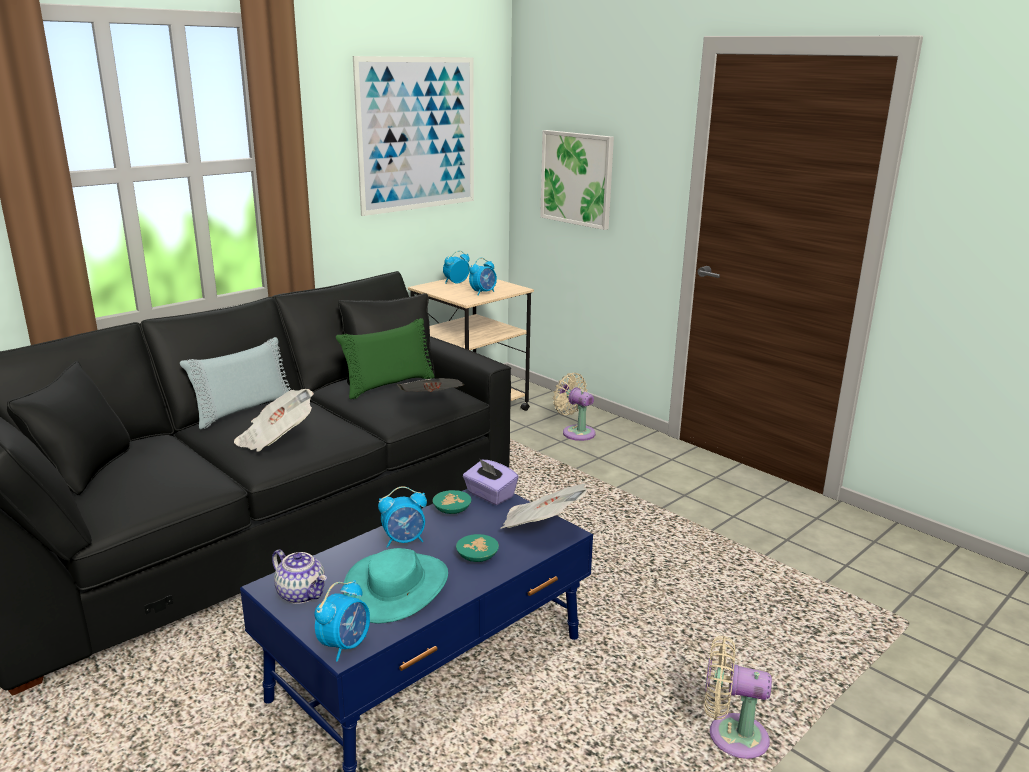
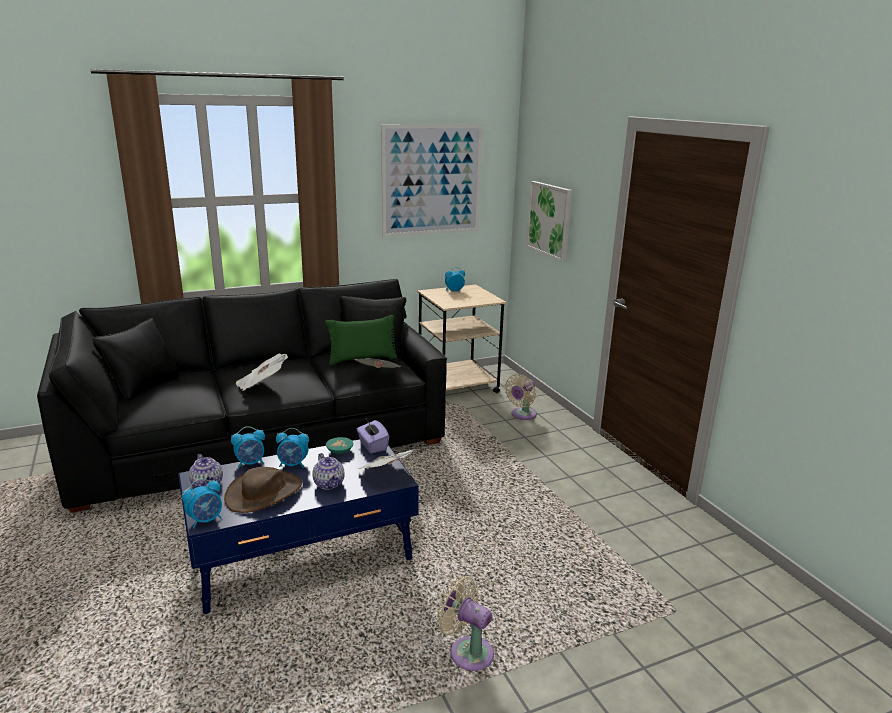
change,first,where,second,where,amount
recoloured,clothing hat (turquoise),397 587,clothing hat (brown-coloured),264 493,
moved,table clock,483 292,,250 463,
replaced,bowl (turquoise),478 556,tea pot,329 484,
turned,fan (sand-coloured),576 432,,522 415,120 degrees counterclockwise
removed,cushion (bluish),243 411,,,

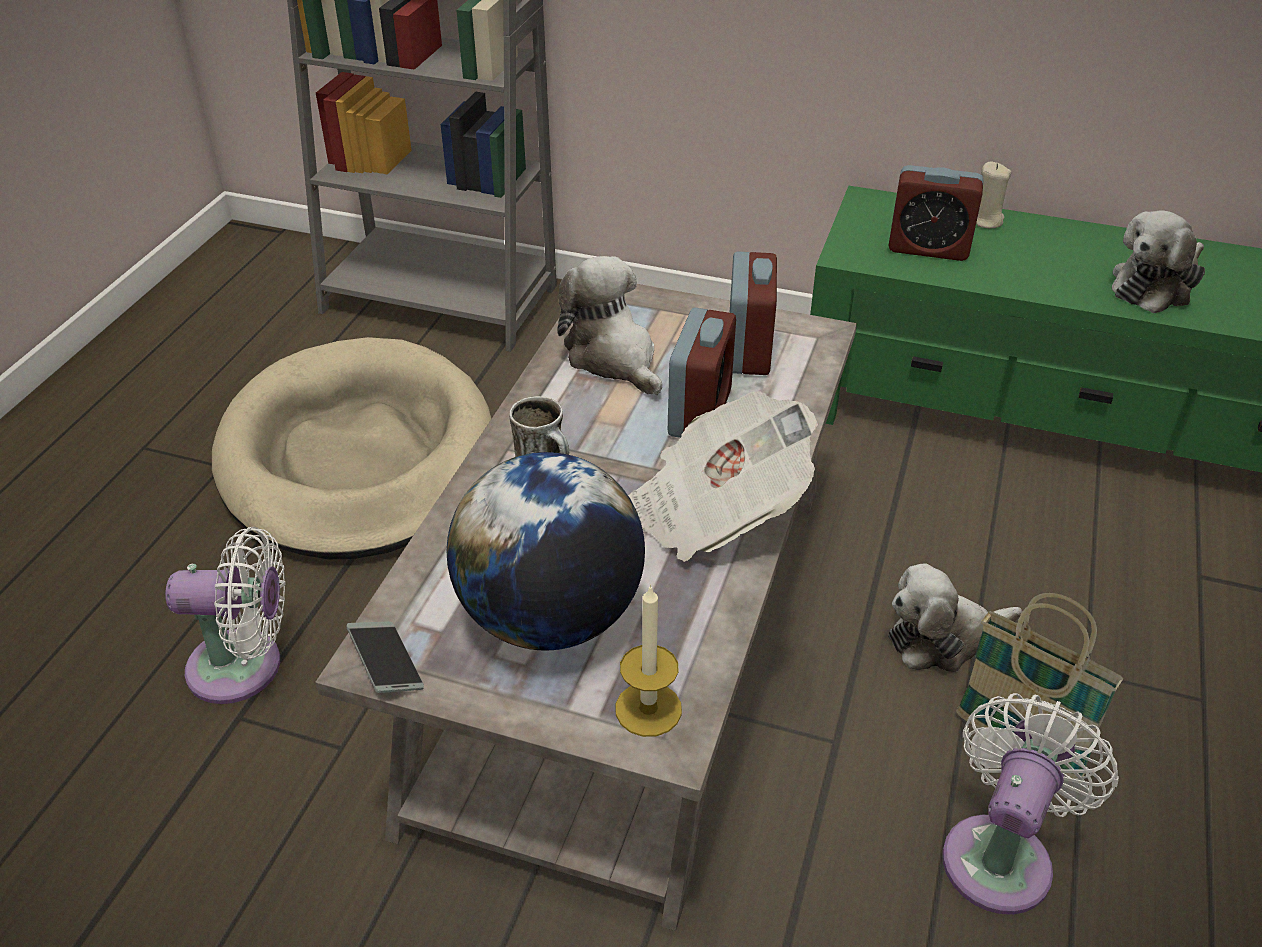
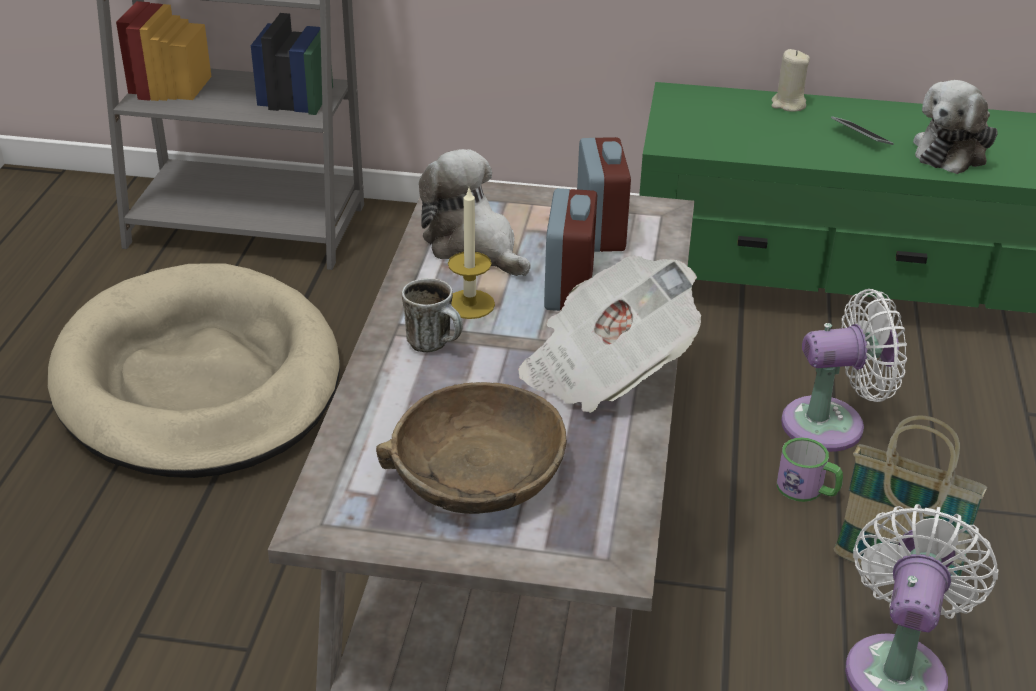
change,first,where,second,where,amount
replaced,desk globe,551 617,bowl (brown-coloured),477 472,
moved,wax light,648 709,,469 304,
replaced,soft toy,942 638,coffee mug,807 489,
moved,fan (whitish),245 667,,832 424,
moved,telephone,386 663,,860 137,
removed,table clock,928 248,,,

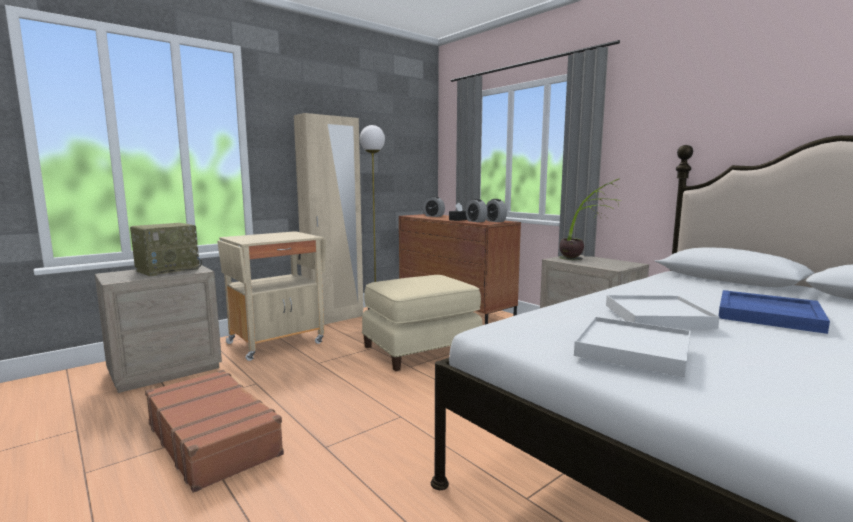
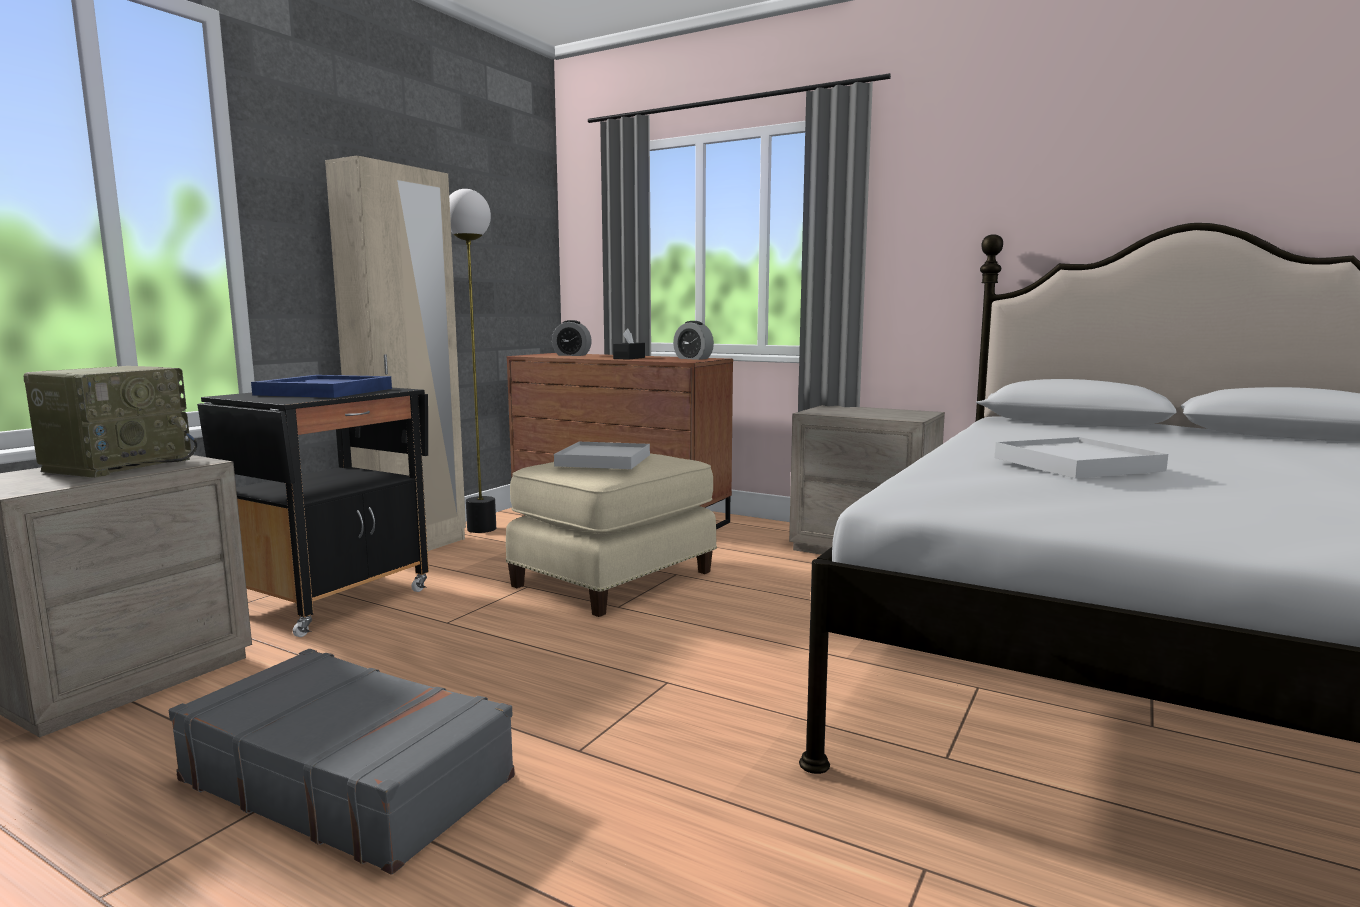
change,first,where,second,where,amount
recoloured,piece of luggage (brown-coloured),214 439,piece of luggage (grey),348 778,
recoloured,wheeled cart (sand-coloured),277 342,wheeled cart (black-coloured),333 599,
moved,carrying tray (bluish),769 314,,326 391,
moved,carrying tray (whitish),633 349,,603 460,
removed,table clock,476 221,,,
removed,houseplant,583 260,,,

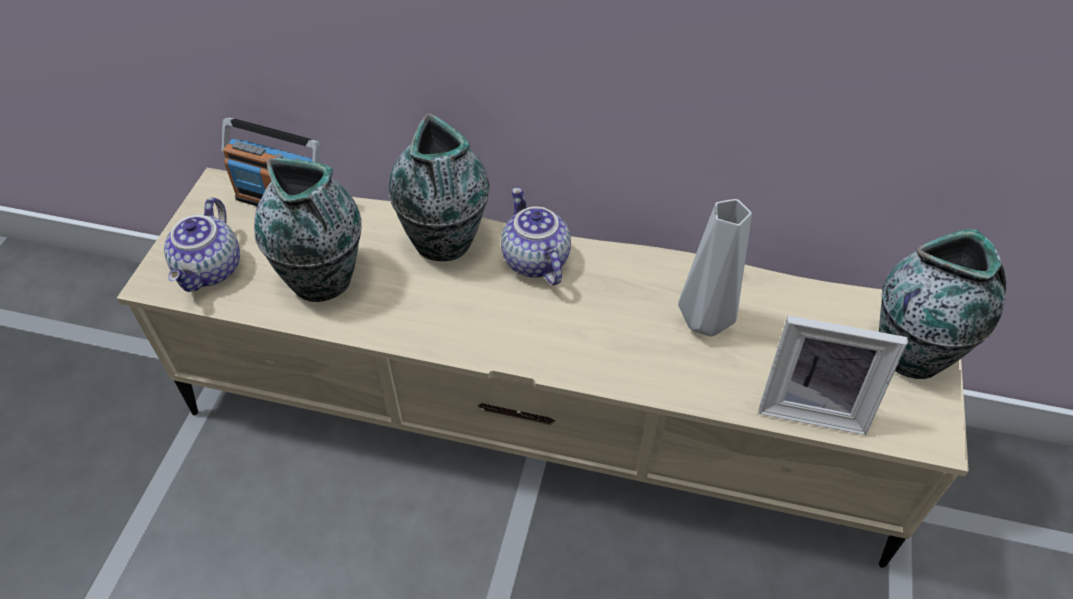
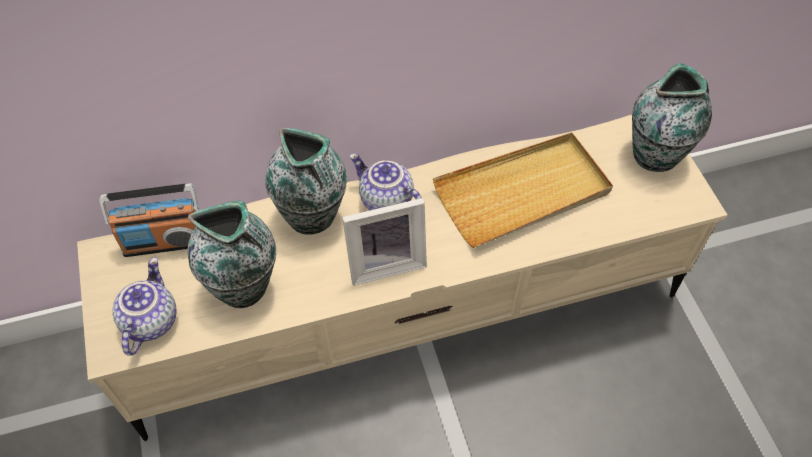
change,first,where,second,where,amount
turned,tea pot,211 270,,149 320,150 degrees counterclockwise
moved,picture frame,812 405,,385 262,
replaced,vase (grey),702 321,carrying tray (sand-coloured),523 193,

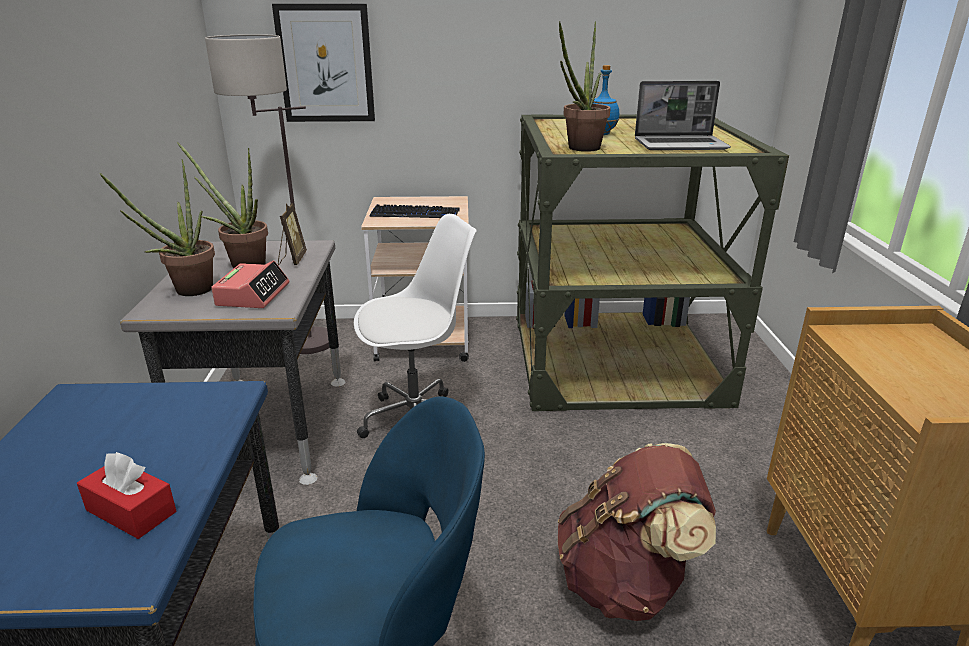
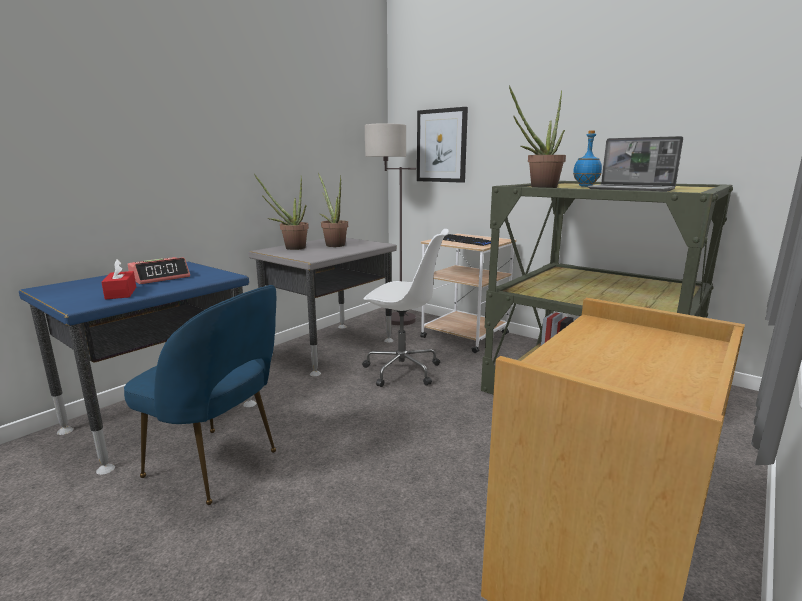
change,first,where,second,where,amount
moved,table clock,253 294,,160 278,
removed,picture frame,292 260,,,
removed,rucksack (brown-coloured),626 582,,,

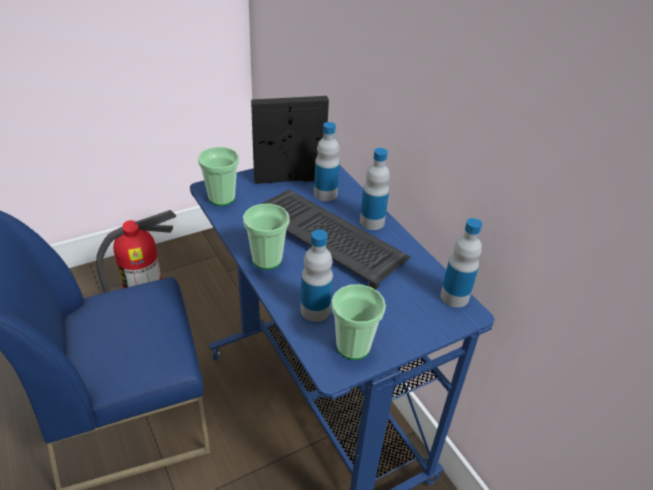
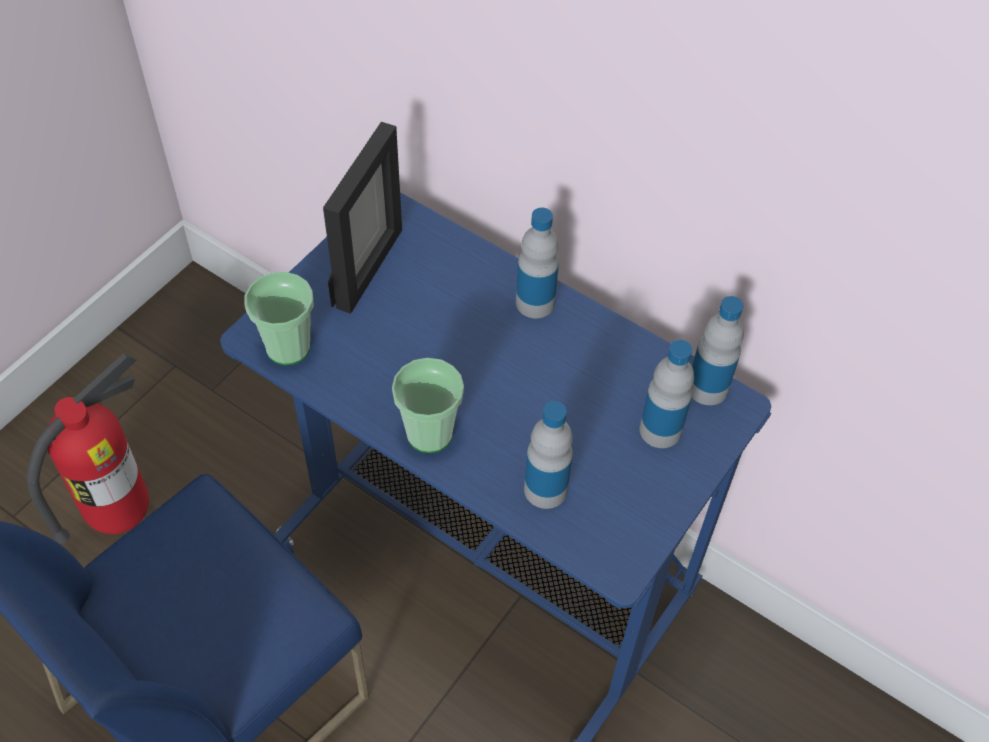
change,first,where,second,where,amount
turned,picture frame,289 179,,367 267,150 degrees clockwise
moved,bottle,325 194,,660 430,
removed,PC keyboard,330 237,,,
removed,cup,353 346,,,

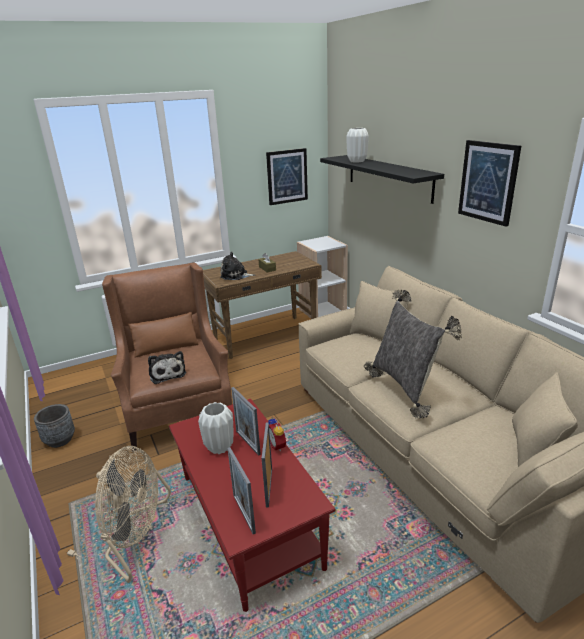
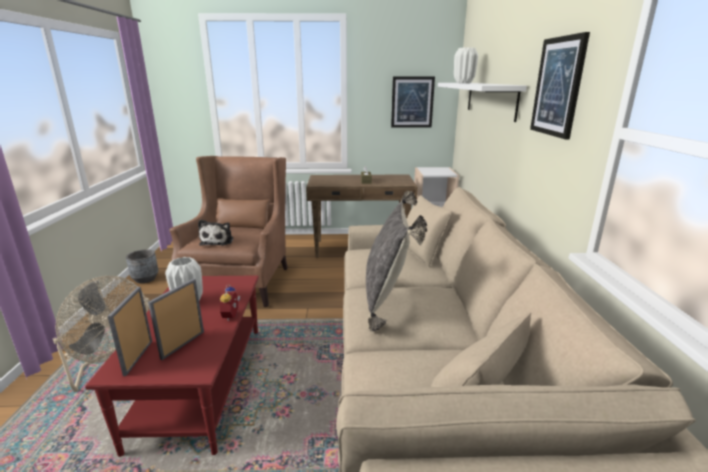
change,first,where,second,where,amount
recoloured,shelf (black-coloured),388 177,shelf (whitish),490 99,
removed,soft toy,235 275,,,
removed,picture frame,248 442,,,

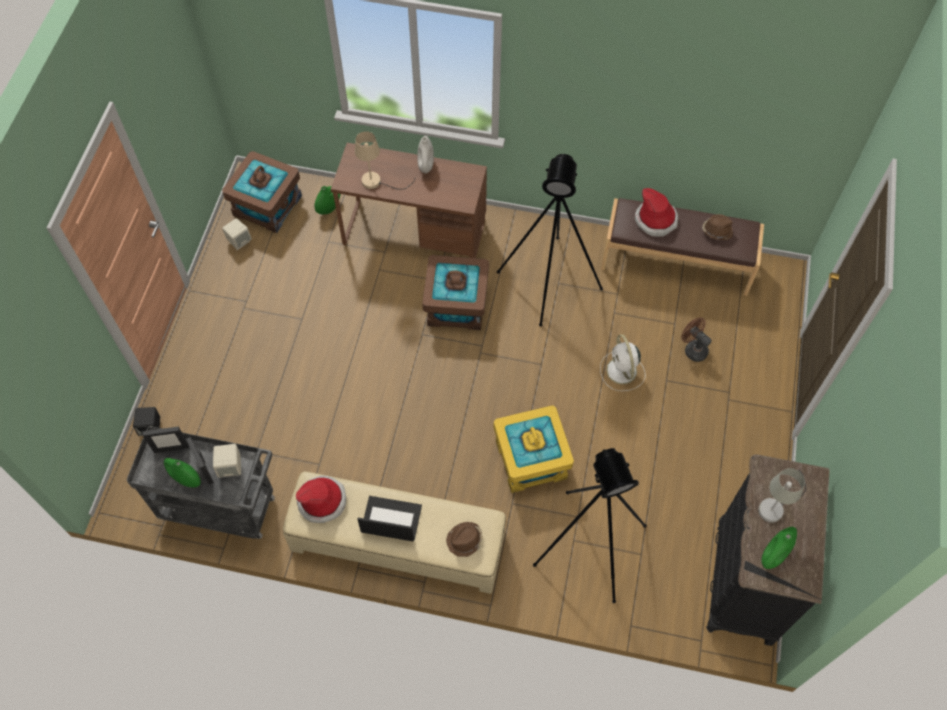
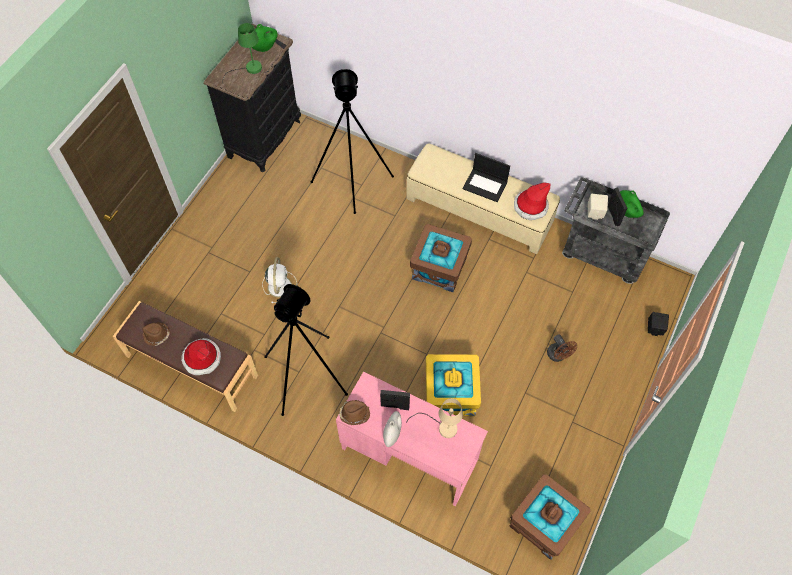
change,first,where,second,where,amount
recoloured,tabletop lamp (grey),776 506,tabletop lamp (green),249 69,
recoloured,desk (brown-coloured),414 234,desk (pink-coloured),409 453,
moved,clothing hat (brown-coloured),465 540,,354 413,
moved,picture frame,171 447,,395 406,
moved,storage bin (brown-coloured),456 305,,439 267,
moved,storage bin (yellow),530 460,,451 393,
moved,fan (brown-coloured),693 349,,558 356,
removed,audio speaker (sand-coloured),239 241,,,
removed,vase (green),329 208,,,

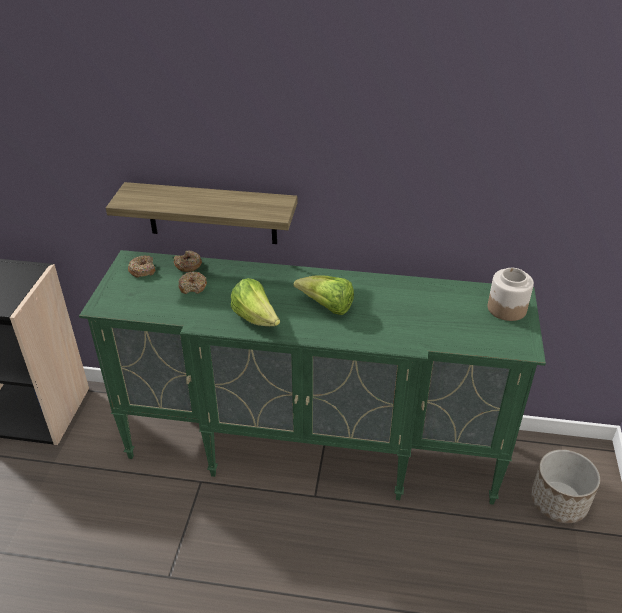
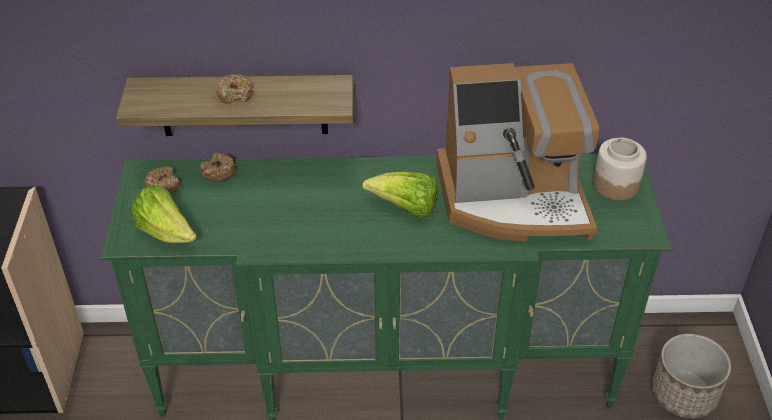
change,first,where,second,where,amount
moved,lettuce,256 318,,166 232,
moved,doughnut,193 287,,235 94,
added,,,coffee brewer,514 199,

